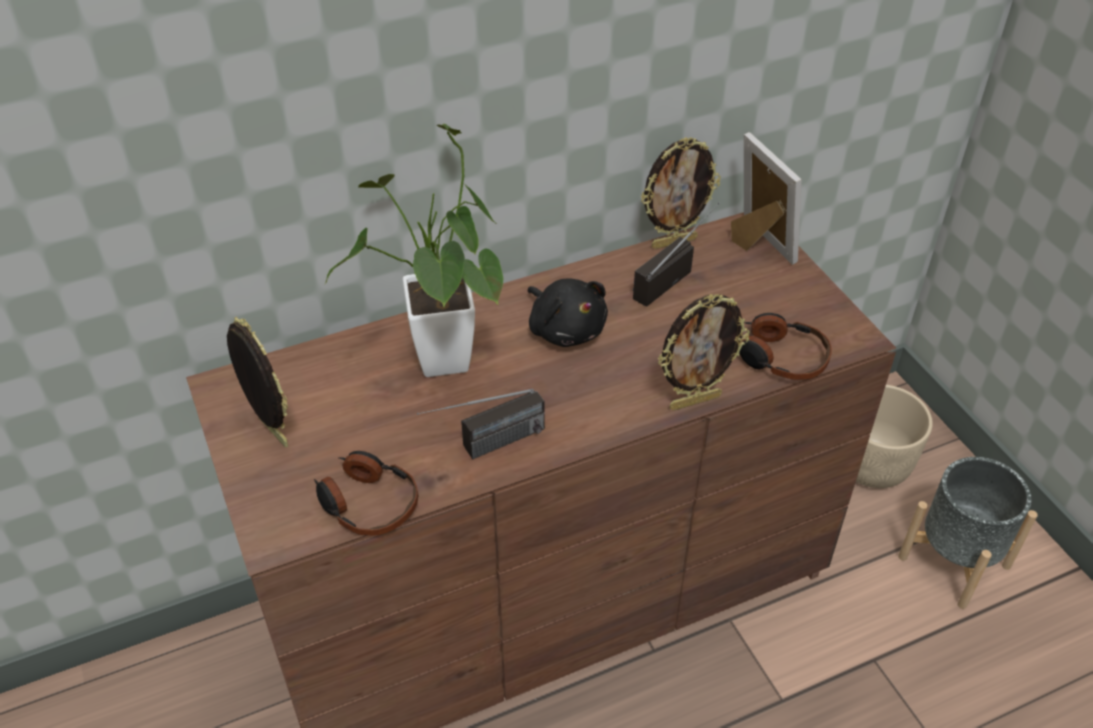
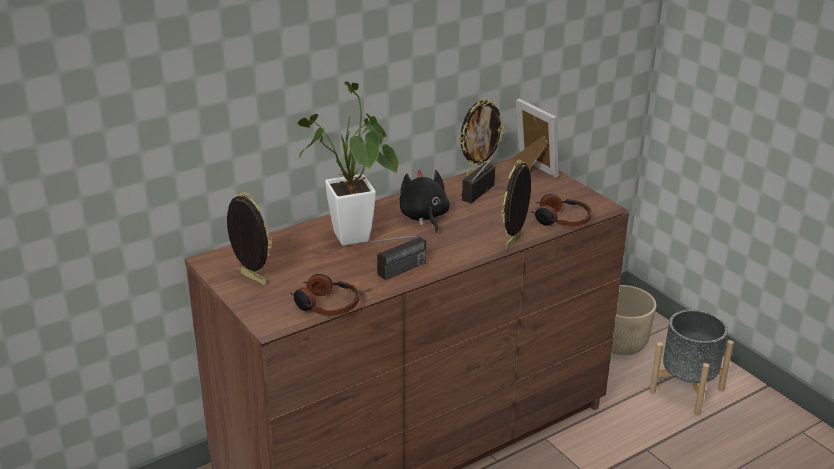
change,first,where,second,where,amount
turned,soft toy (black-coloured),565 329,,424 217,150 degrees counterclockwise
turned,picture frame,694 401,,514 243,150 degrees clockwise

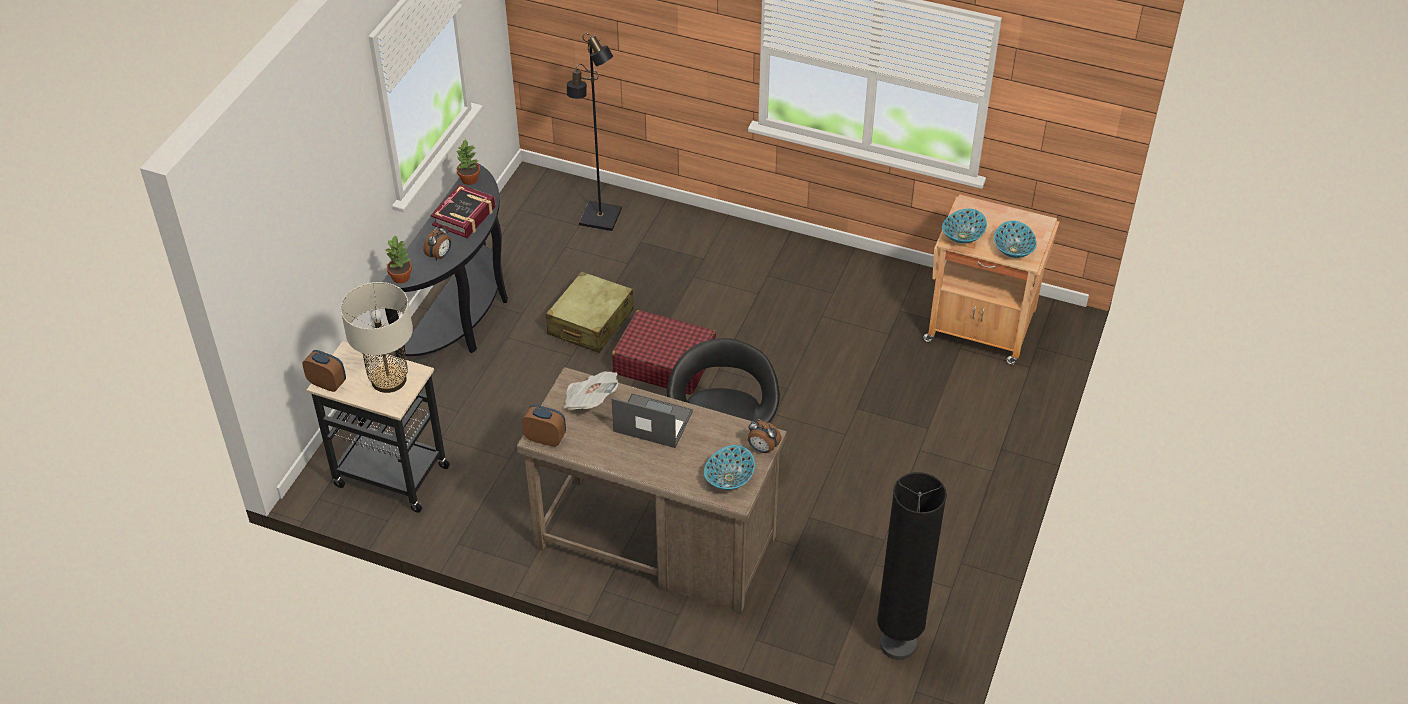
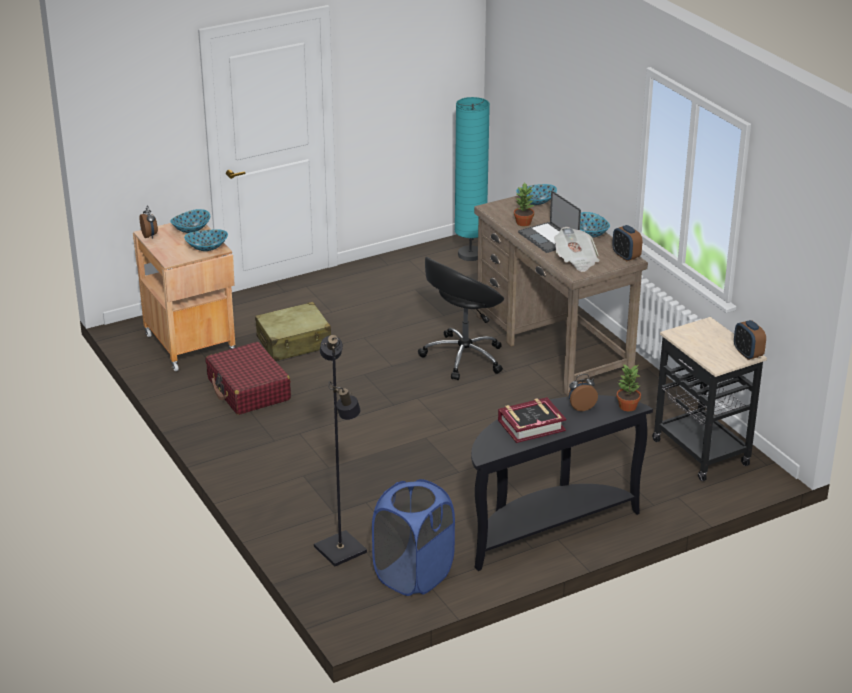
change,first,where,second,where,amount
moved,table clock,762 449,,150 236,
moved,piece of luggage (red-coloured),664 362,,248 390,
moved,piece of luggage (sand-coloured),590 322,,294 343,
added,,,laundry basket (bluish),413 575,
recoloured,standing lamp (black-coloured),898 644,standing lamp (turquoise),470 255,
moved,houseplant,469 179,,524 223,
added,,,bowl,590 234,
removed,tabletop lamp,389 380,,,

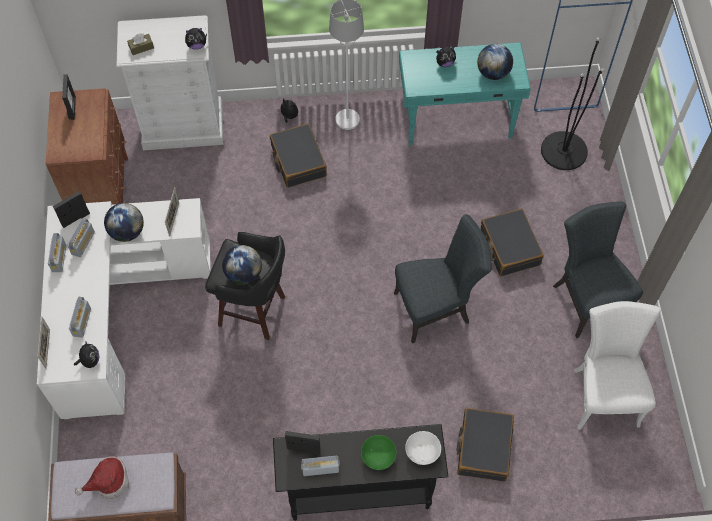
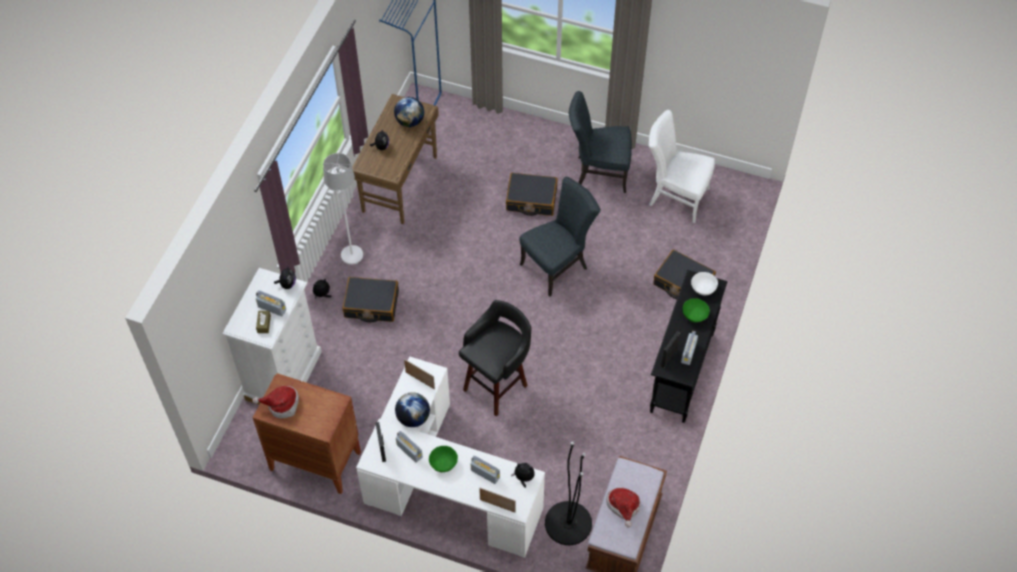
change,first,where,second,where,amount
replaced,picture frame,72 108,clothing hat,281 405,
moved,radio,59 258,,272 308,
recoloured,hall table (turquoise),457 121,hall table (brown-coloured),400 183,
added,,,bowl (green),443 463,
turned,plain chair (grey),436 308,,558 265,45 degrees clockwise
moved,standing lamp (black-coloured),564 151,,568 523,
removed,desk globe,243 274,,,

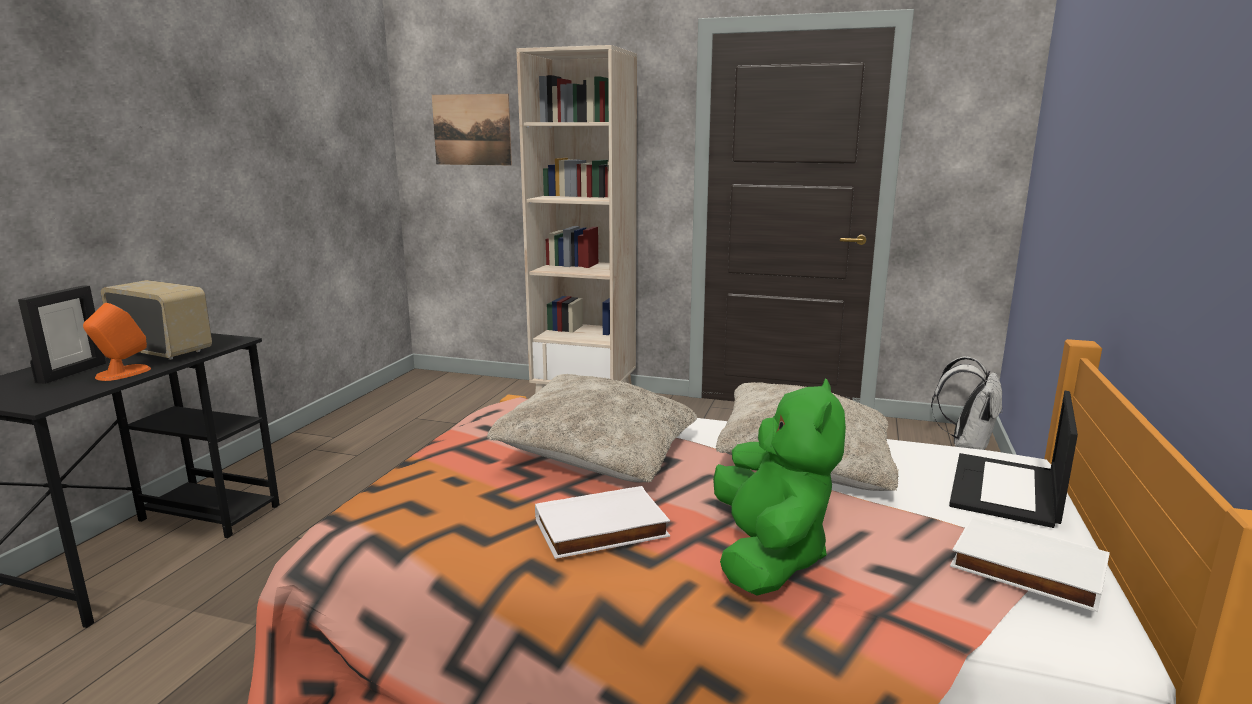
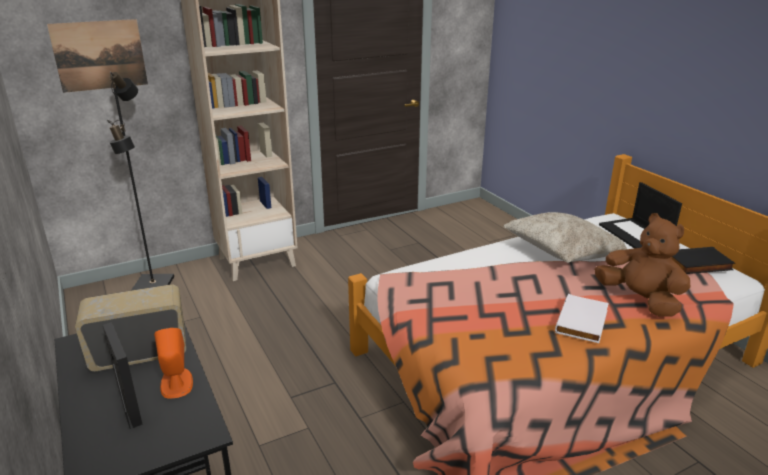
change,first,where,second,where,amount
added,,,standing lamp (black-coloured),153 285,
recoloured,soft toy (green),768 556,soft toy (brown-coloured),640 300,
recoloured,volume (whitish),1025 570,volume (black-coloured),698 264,
removed,cushion (sand-coloured),600 452,,,
removed,rucksack (whitish),966 445,,,

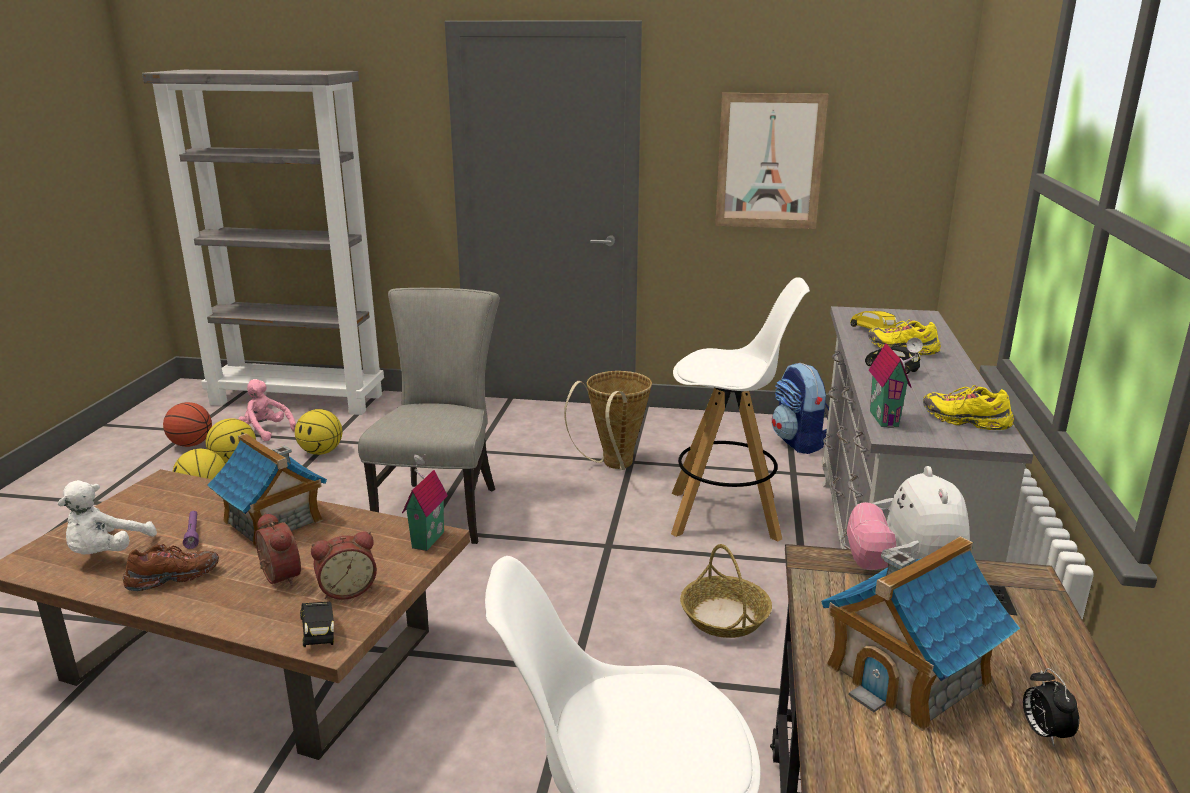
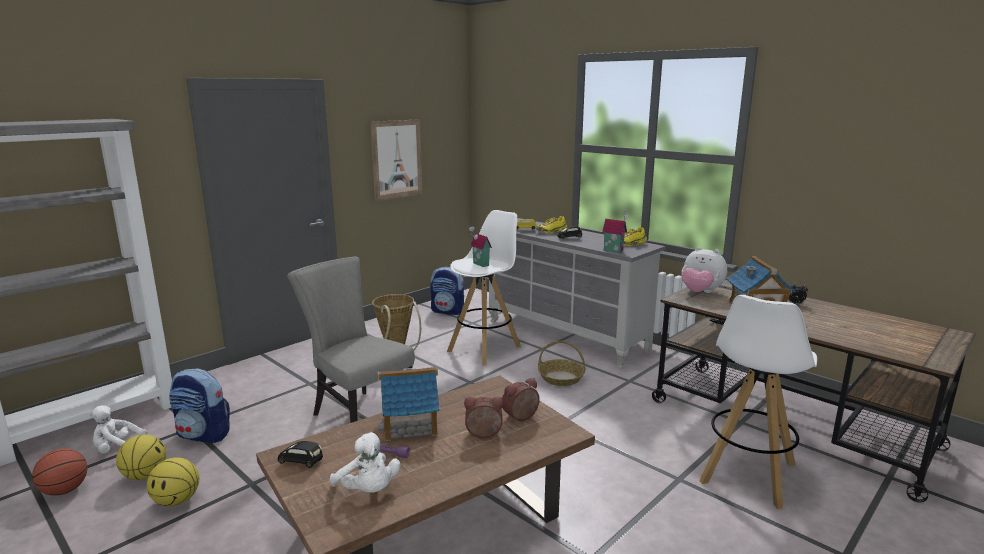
change,first,where,second,where,amount
recoloured,soft toy (pink-coloured),266 431,soft toy (whitish),118 450,
replaced,basketball,321 452,rucksack,204 435,
moved,miniature car (black-coloured),319 632,,301 462,
moved,miniature house,426 539,,480 264,
turned,table clock,347 589,,521 417,135 degrees counterclockwise
removed,shoe (brown-coloured),173 578,,,

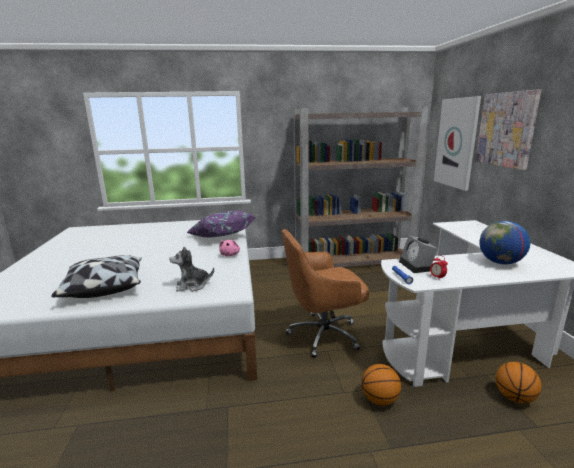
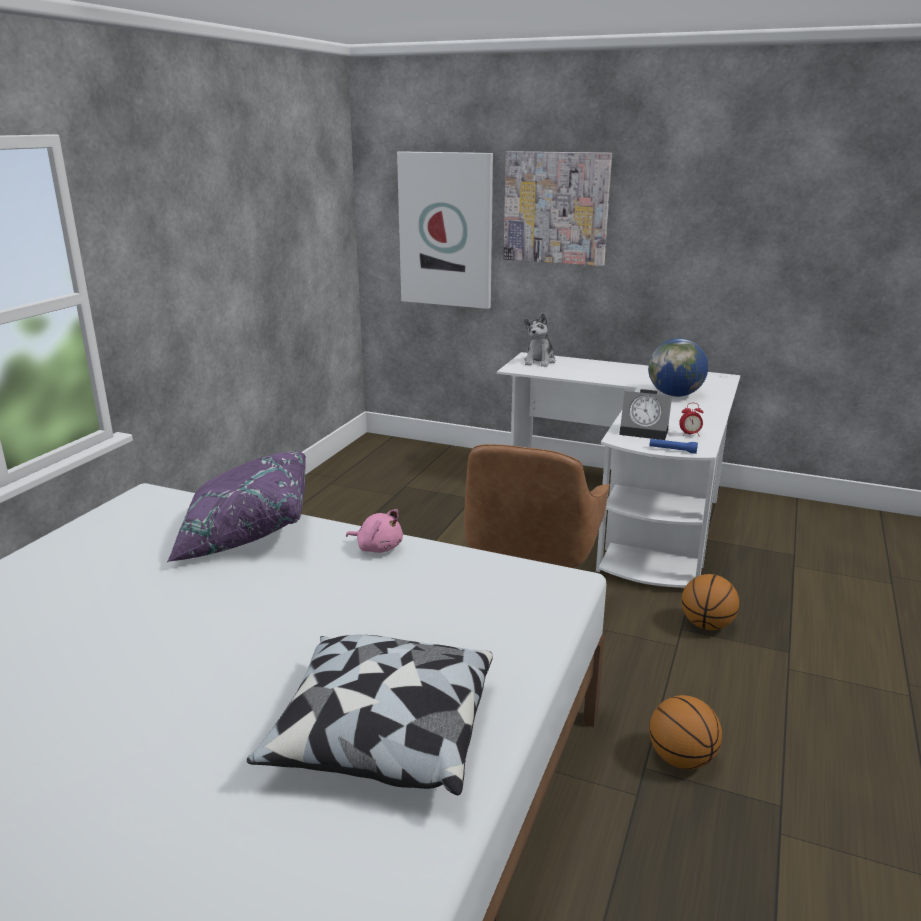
change,first,where,second,where,amount
moved,soft toy,192 286,,539 361,
moved,basketball,514 397,,681 759,
removed,shelving unit (brown-coloured),352 261,,,

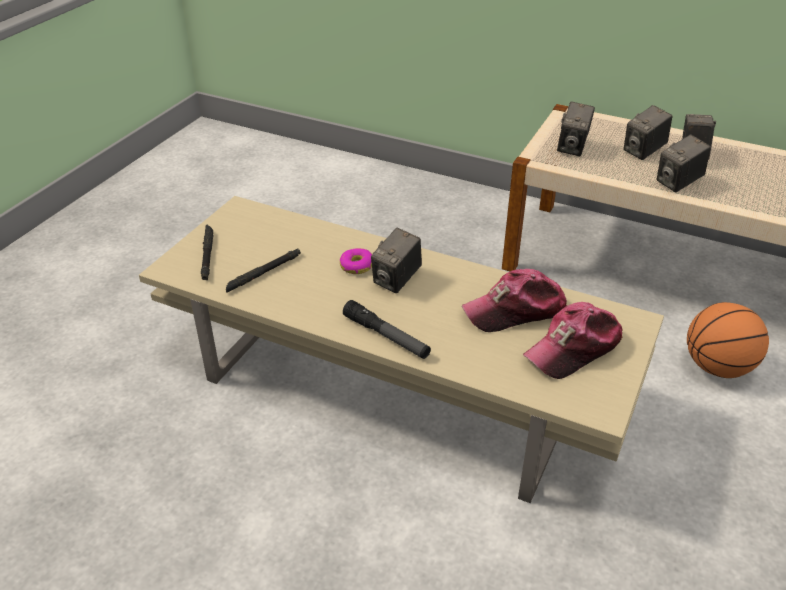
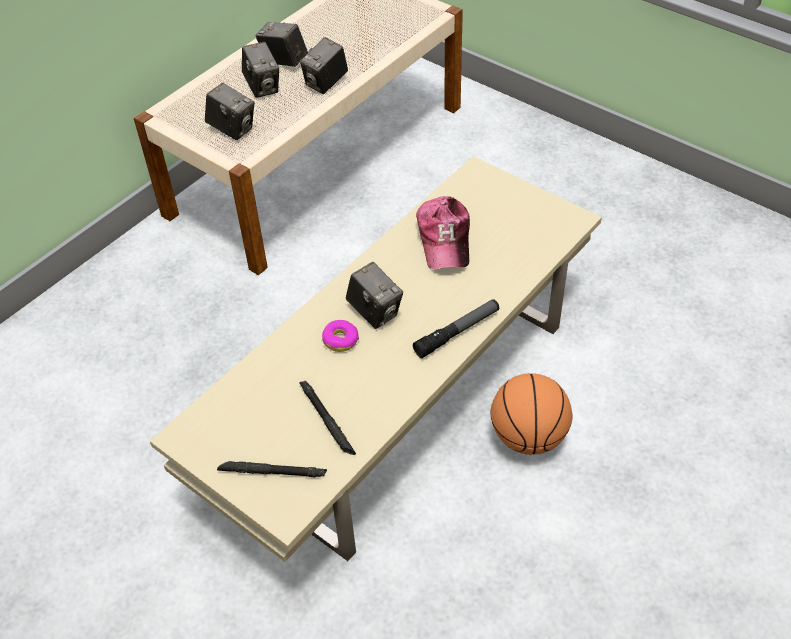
change,first,where,second,where,amount
turned,photo camera,678 183,,326 83,60 degrees clockwise
moved,basketball,717 367,,528 436,
removed,cap,573 349,,,

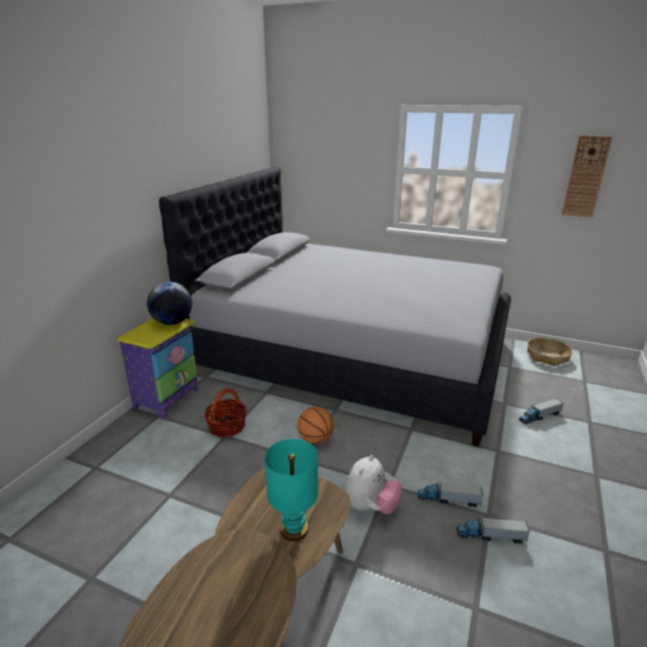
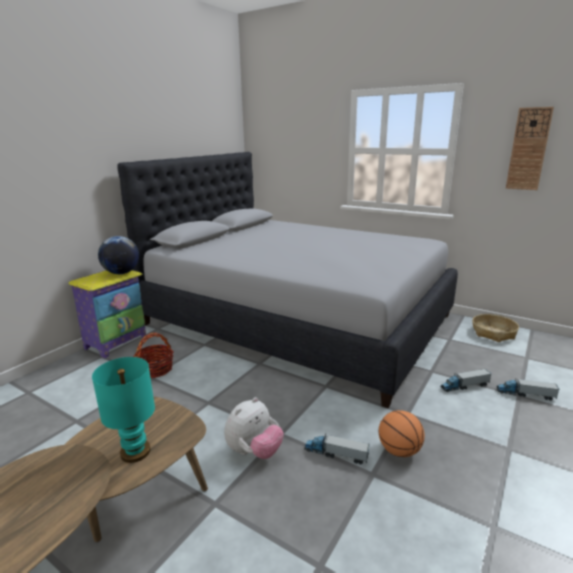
change,first,where,second,where,amount
moved,basketball,315 439,,399 451,
moved,toy lorry,490 536,,525 394,

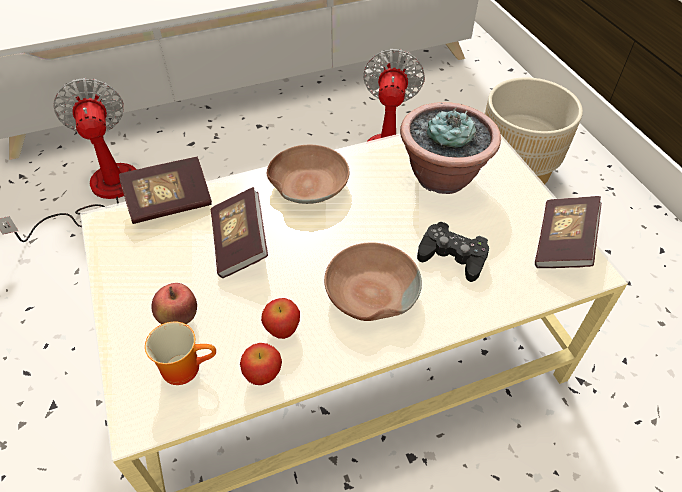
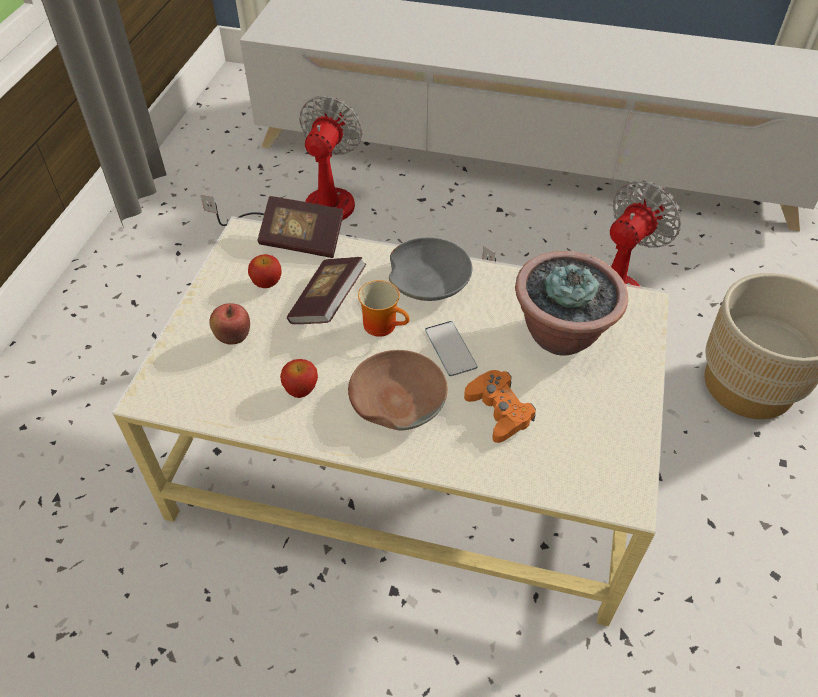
change,first,where,second,where,amount
moved,apple,263 374,,267 282,
moved,coffee mug,186 365,,384 325,
recoloured,bowl (brown-coloured),308 184,bowl (grey),429 279,
added,,,telephone,450 348,
recoloured,gamepad (black-coloured),452 256,gamepad (orangey),499 411,
removed,volume,562 244,,,

